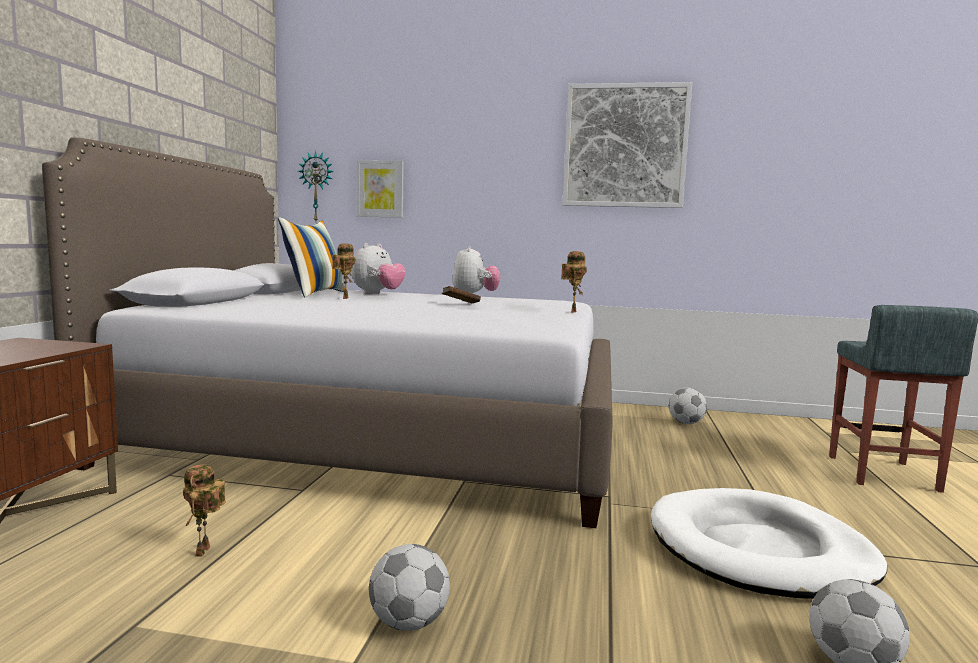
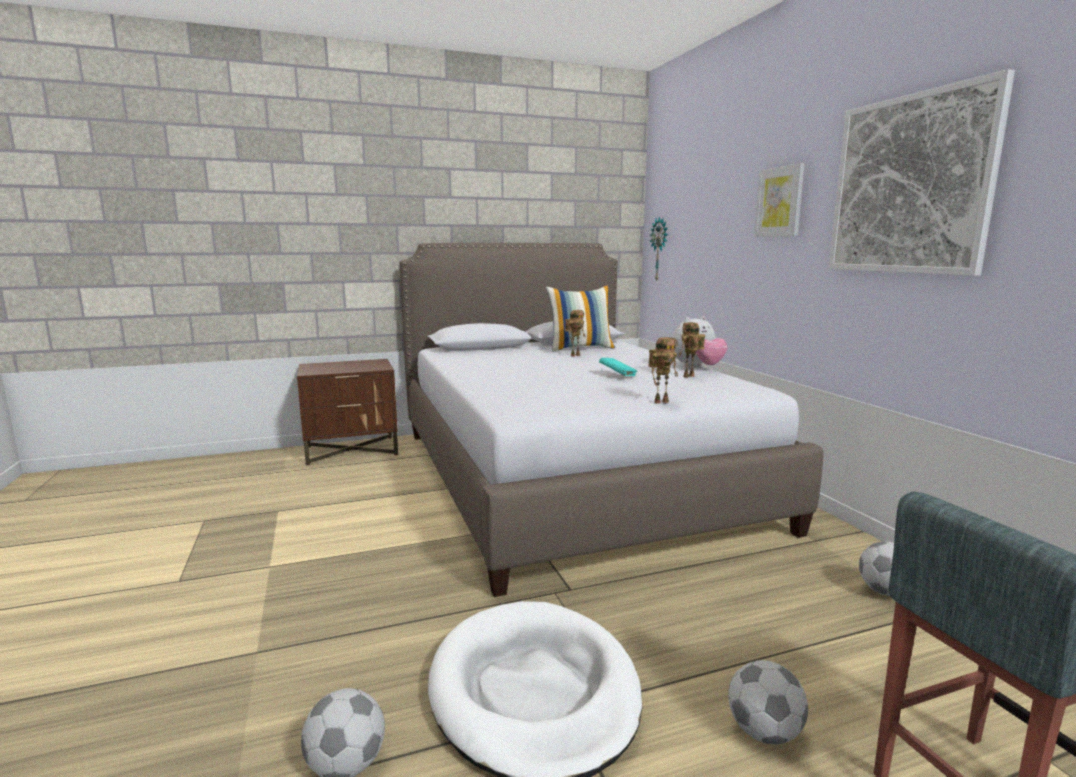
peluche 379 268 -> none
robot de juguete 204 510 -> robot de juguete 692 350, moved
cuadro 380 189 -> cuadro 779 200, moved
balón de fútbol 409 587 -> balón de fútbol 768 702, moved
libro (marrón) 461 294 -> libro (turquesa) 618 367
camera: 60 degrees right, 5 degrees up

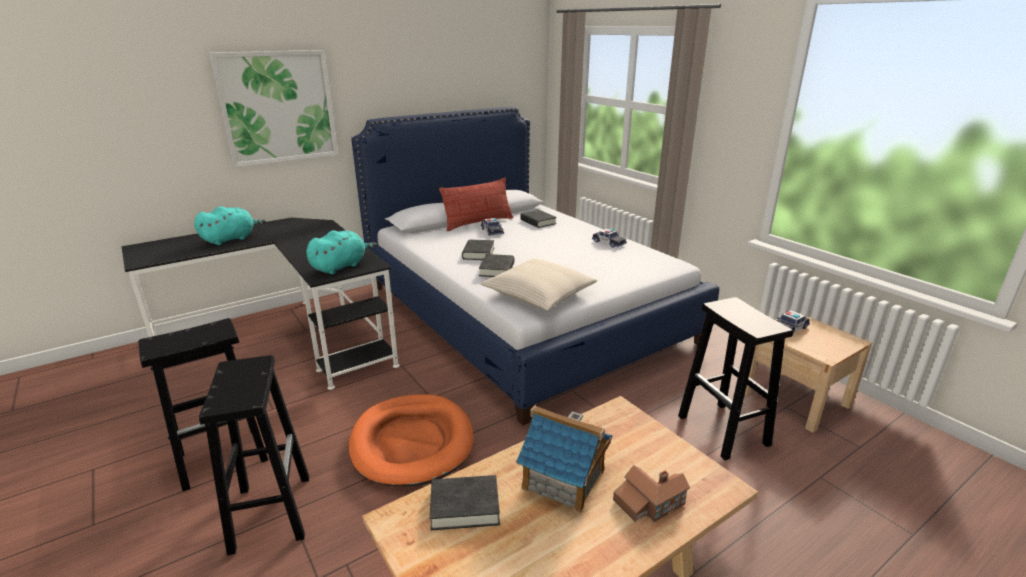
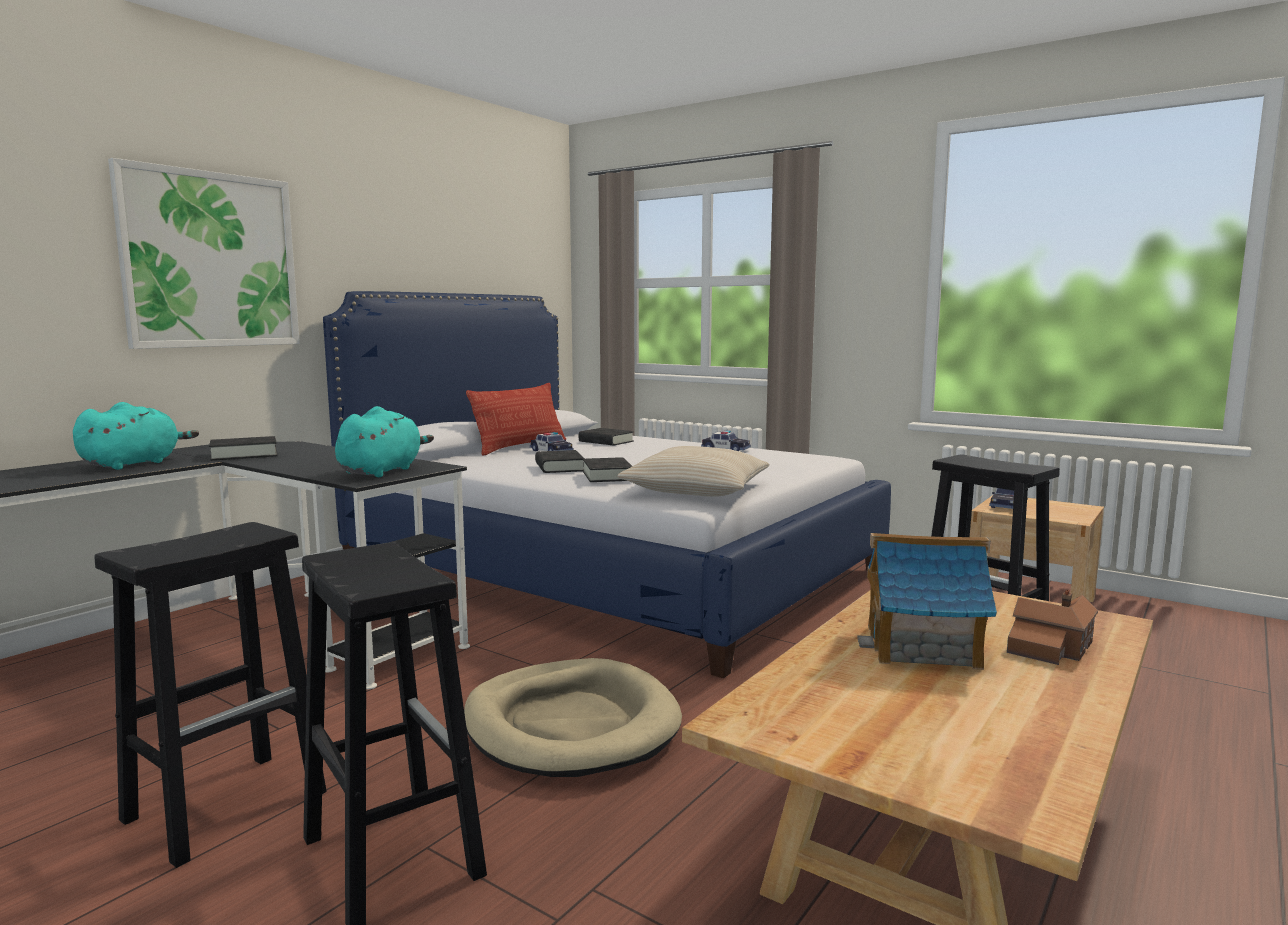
libro (negro) 465 502 -> libro (negro) 243 448, moved
cama para perro (naranja) 411 440 -> cama para perro (beis) 573 717
camera: 20 degrees left, 15 degrees down

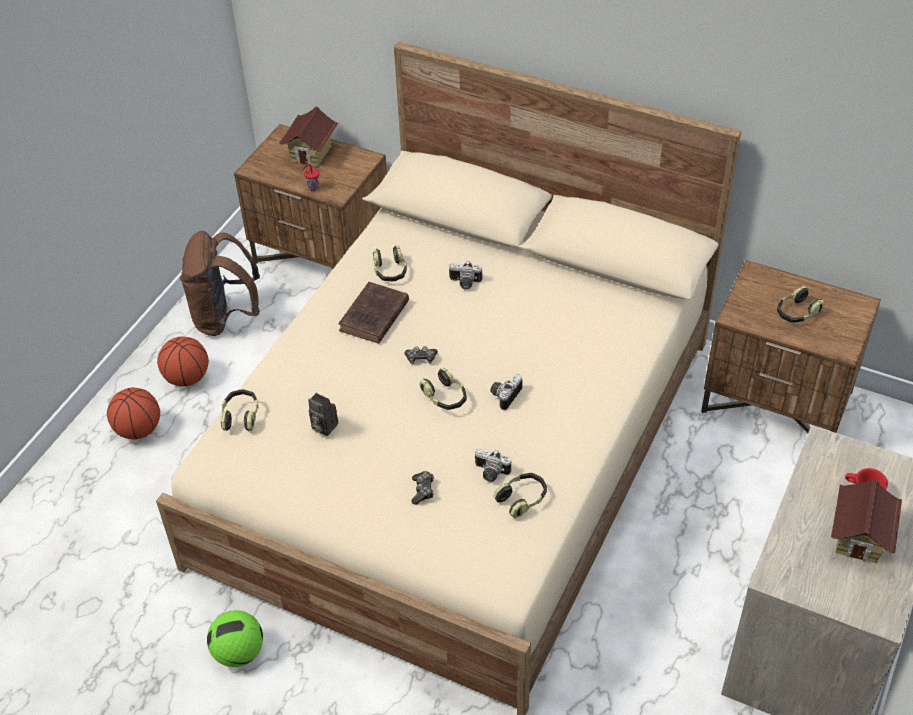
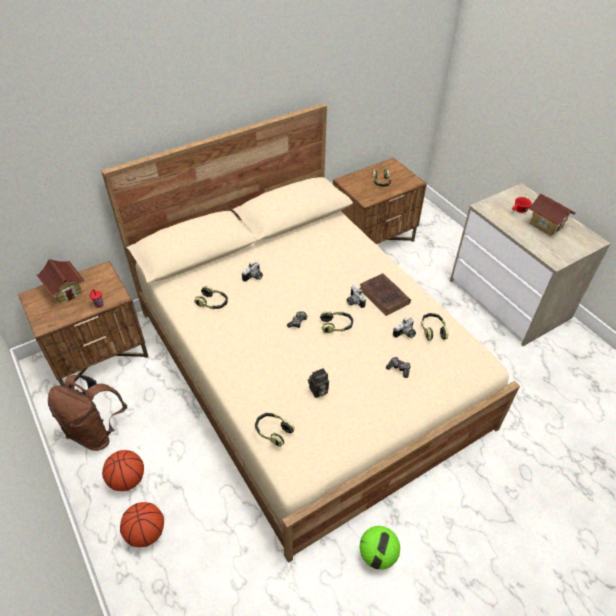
libro (marrón) 373 313 -> libro (marrón) 385 294, moved
camera: 60 degrees left, 0 degrees up

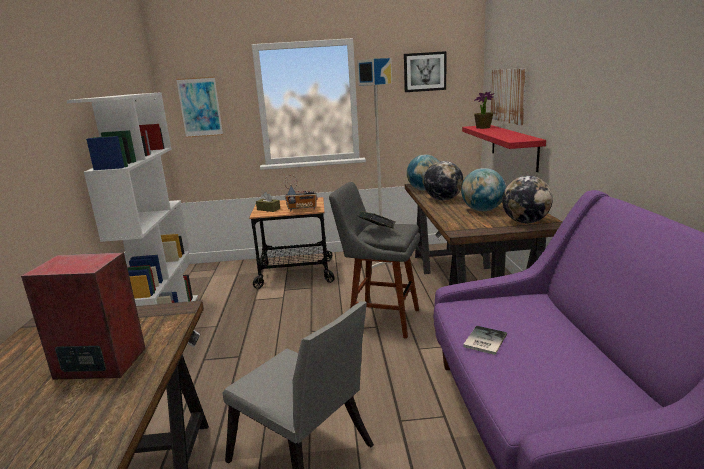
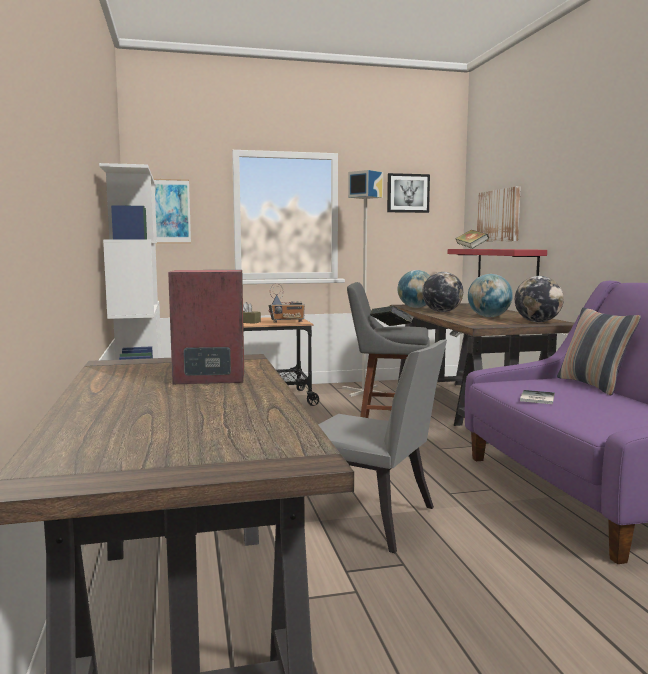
none -> cojín 599 351
planta en maceta 484 110 -> libro 472 239
camera: 10 degrees left, 10 degrees down

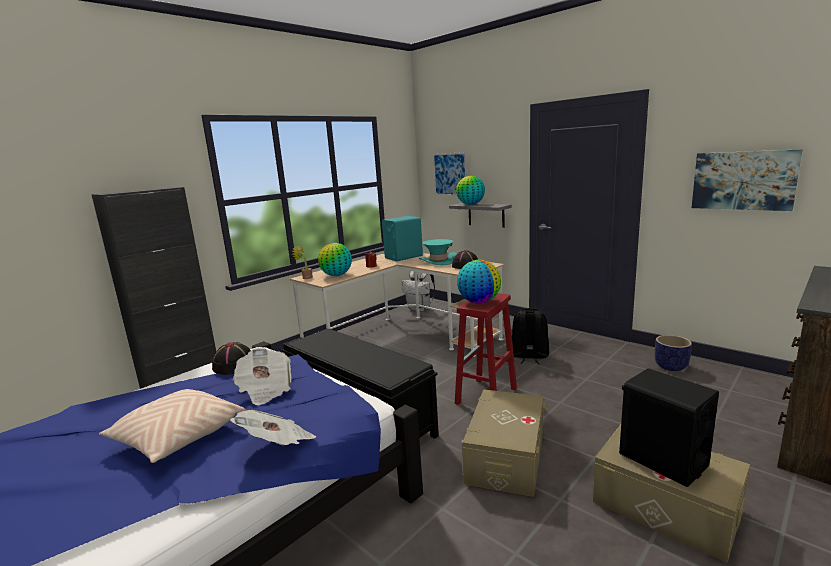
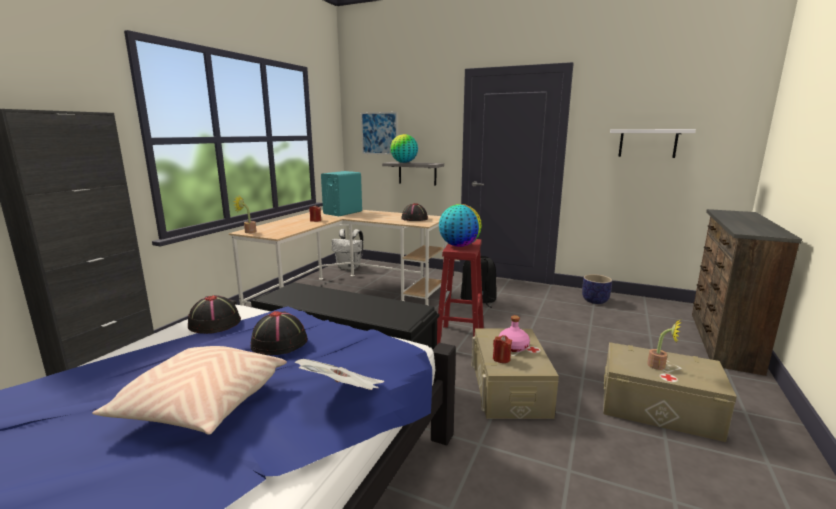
globo terráqueo 335 259 -> none
sombrero (turquesa) 438 252 -> none
none -> vela (rojo) 502 349
none -> botella (rosa) 514 333
periódico 261 376 -> sombrero (negro) 279 333
altavoz (negro) 669 427 -> planta en maceta 664 345
cuadro 747 180 -> estante (blanco) 653 143
camera: 20 degrees left, 0 degrees up

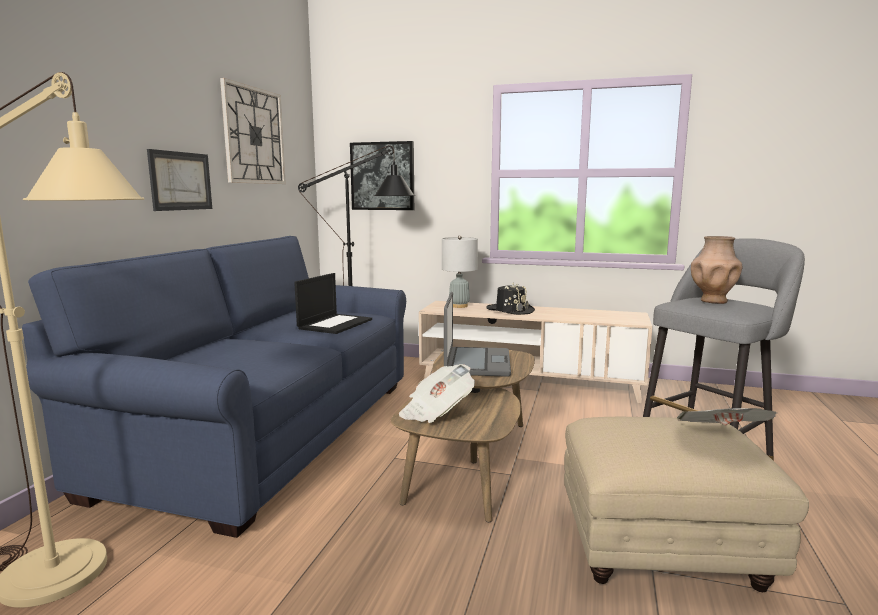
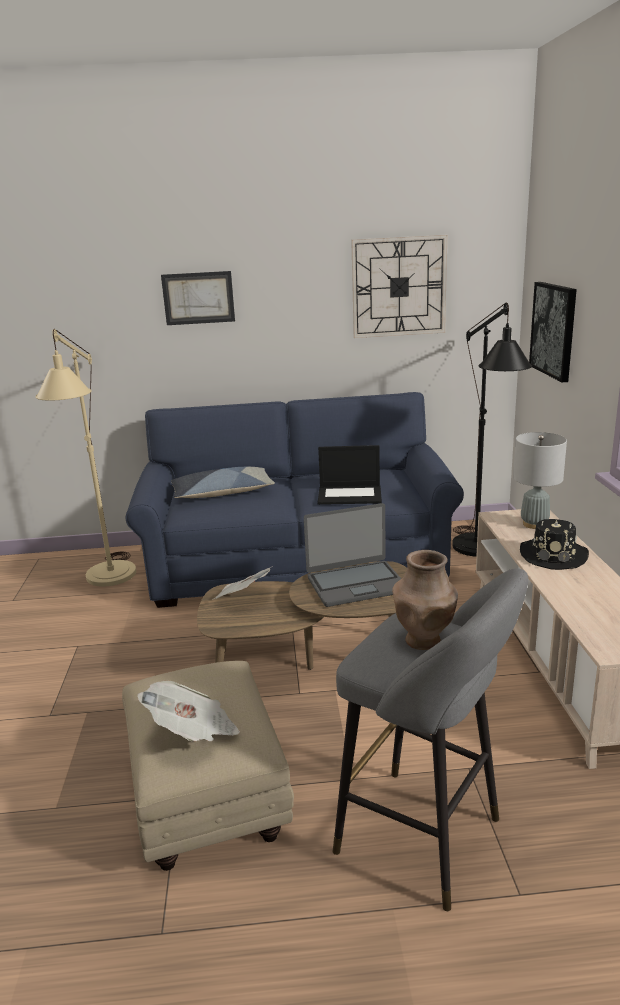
none -> cojín 223 482
cuadro 179 180 -> cuadro 198 298, moved
camera: 70 degrees right, 10 degrees up

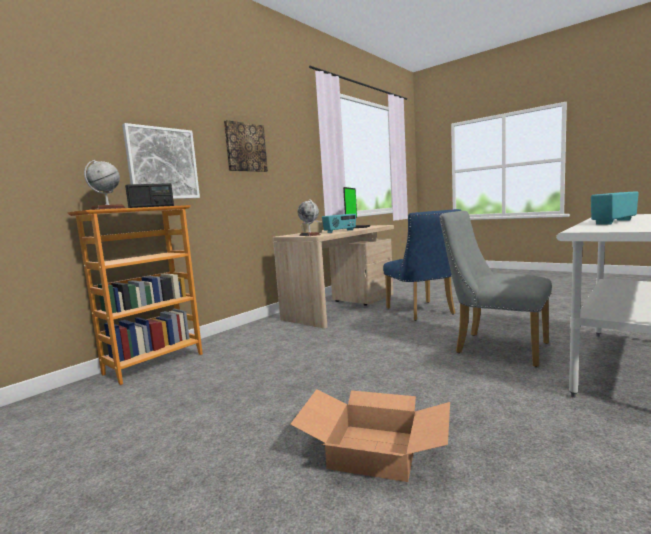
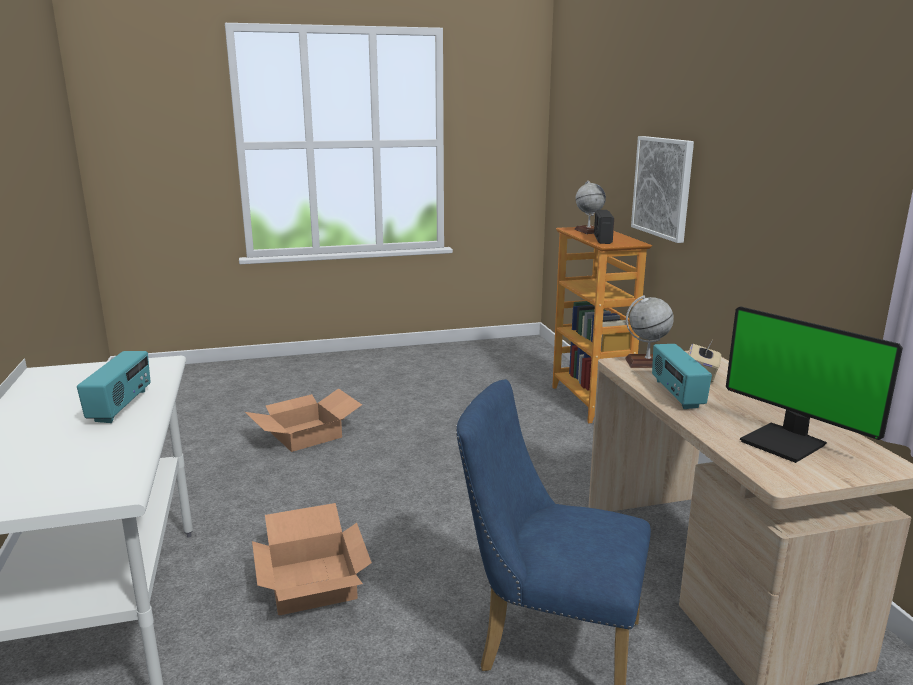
cuadro 246 146 -> none
silla (gris) 495 289 -> caja de cartón 312 559
camera: 125 degrees right, 10 degrees up

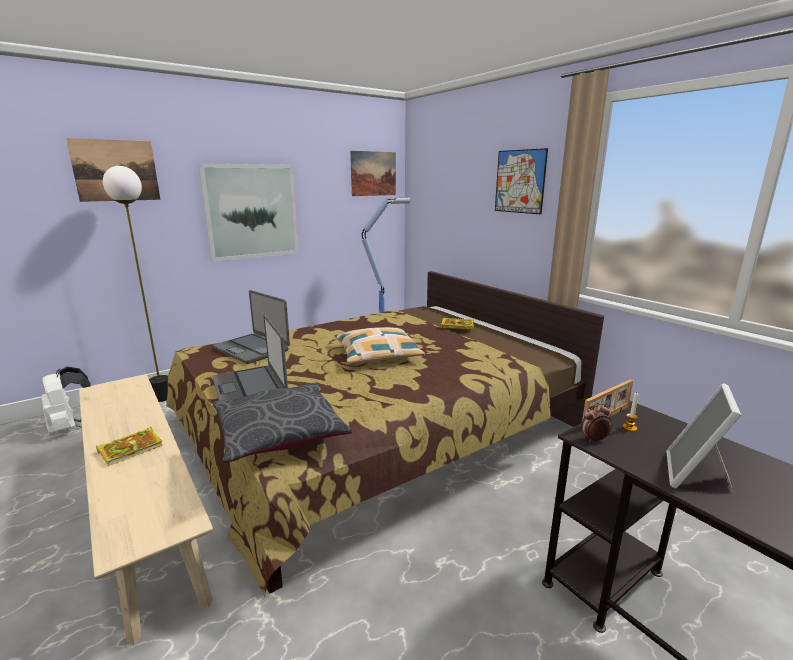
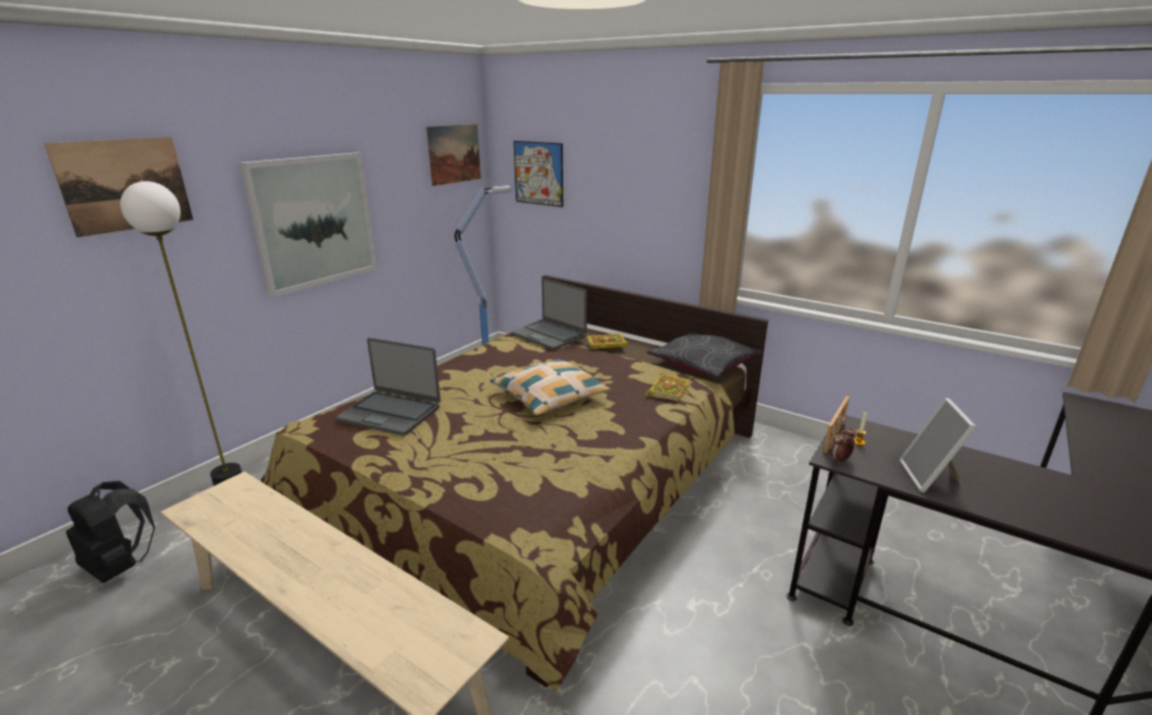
libro 129 446 -> libro 668 387, moved
portátil 250 357 -> portátil 549 314, moved
cojín (gris) 282 422 -> cojín (gris) 704 355, moved
cuadro 521 181 -> cuadro 538 174, moved
mochila (blanco) 66 401 -> mochila (negro) 110 532
camera: 20 degrees left, 5 degrees up

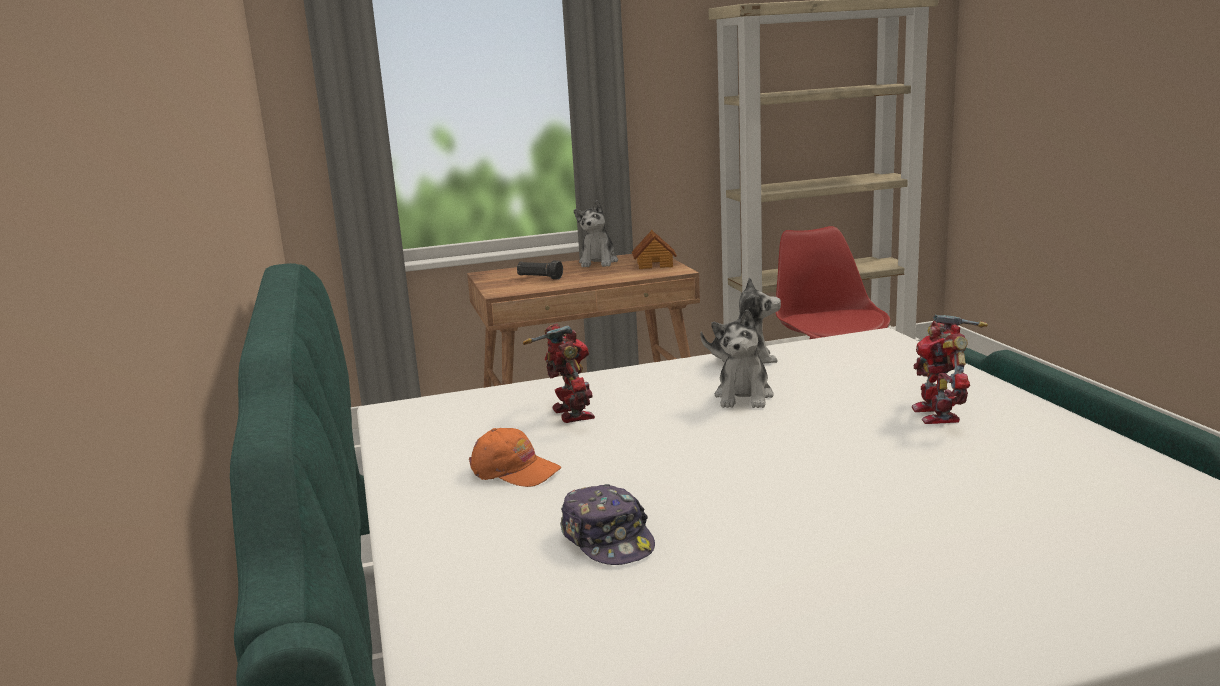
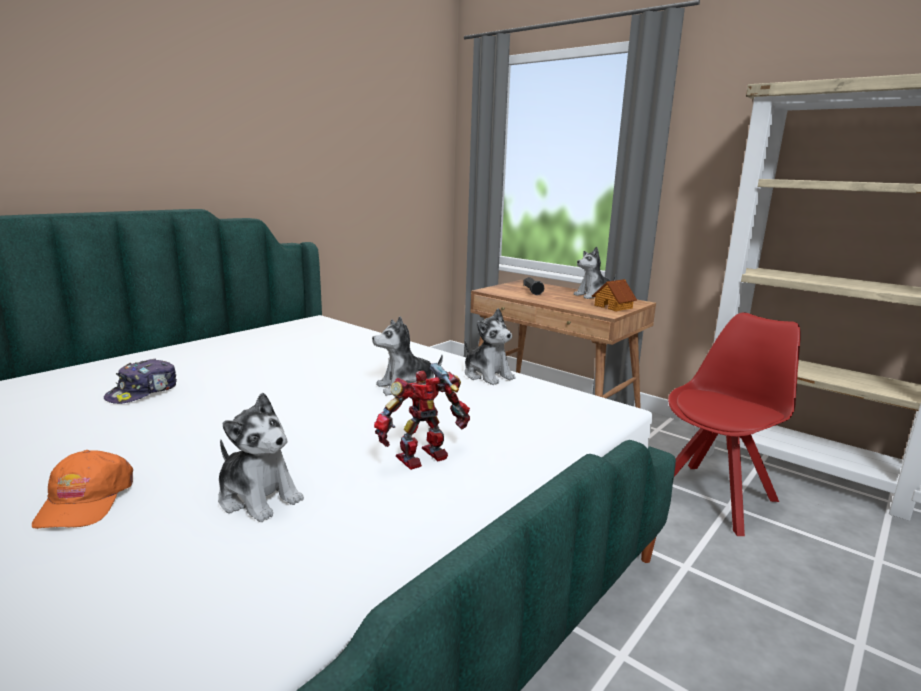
robot de juguete 559 373 -> none
none -> peluche 261 457
gorra (naranja) 515 457 -> gorra (naranja) 82 489, moved
camera: 55 degrees right, 0 degrees up

